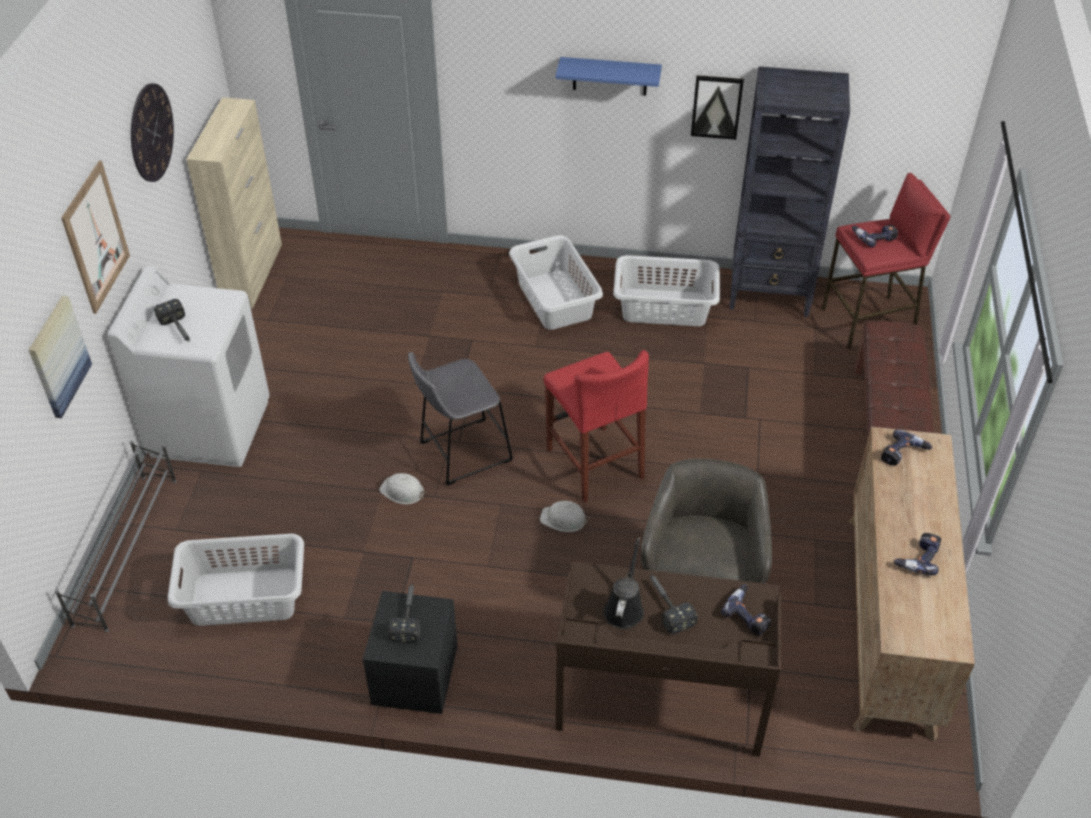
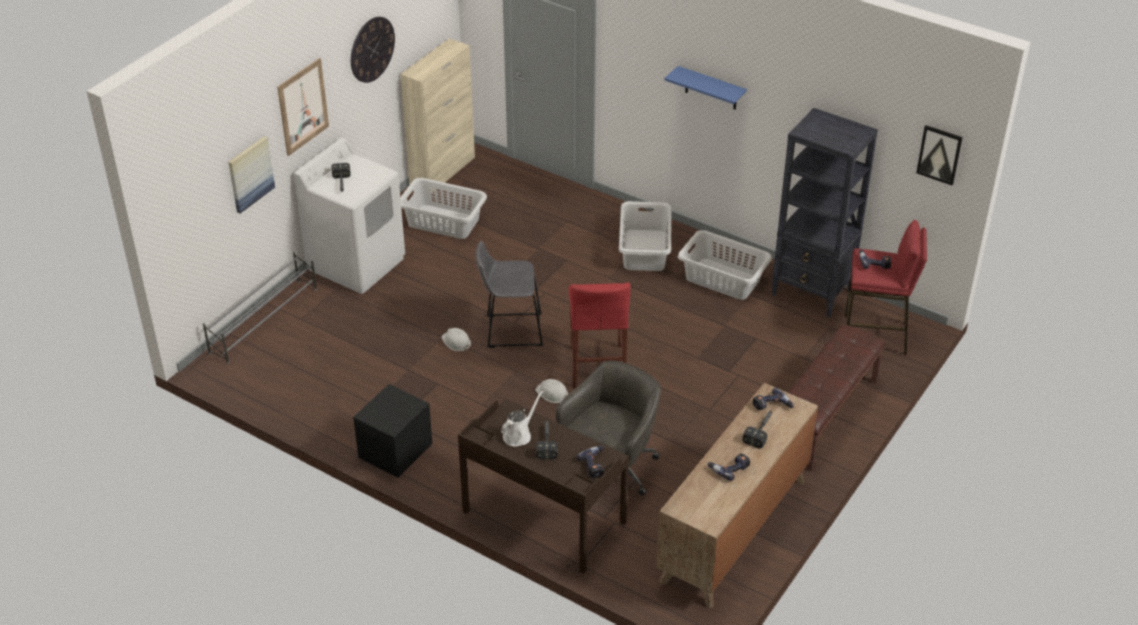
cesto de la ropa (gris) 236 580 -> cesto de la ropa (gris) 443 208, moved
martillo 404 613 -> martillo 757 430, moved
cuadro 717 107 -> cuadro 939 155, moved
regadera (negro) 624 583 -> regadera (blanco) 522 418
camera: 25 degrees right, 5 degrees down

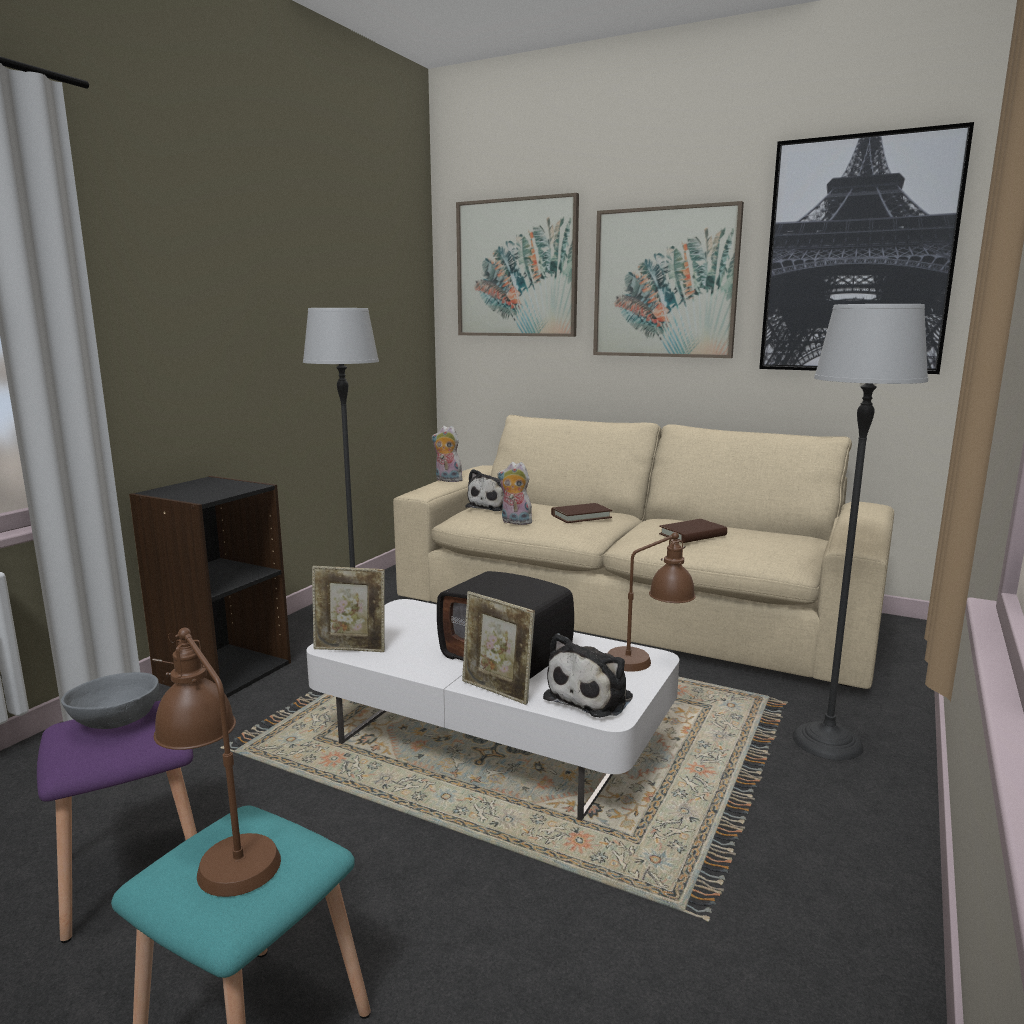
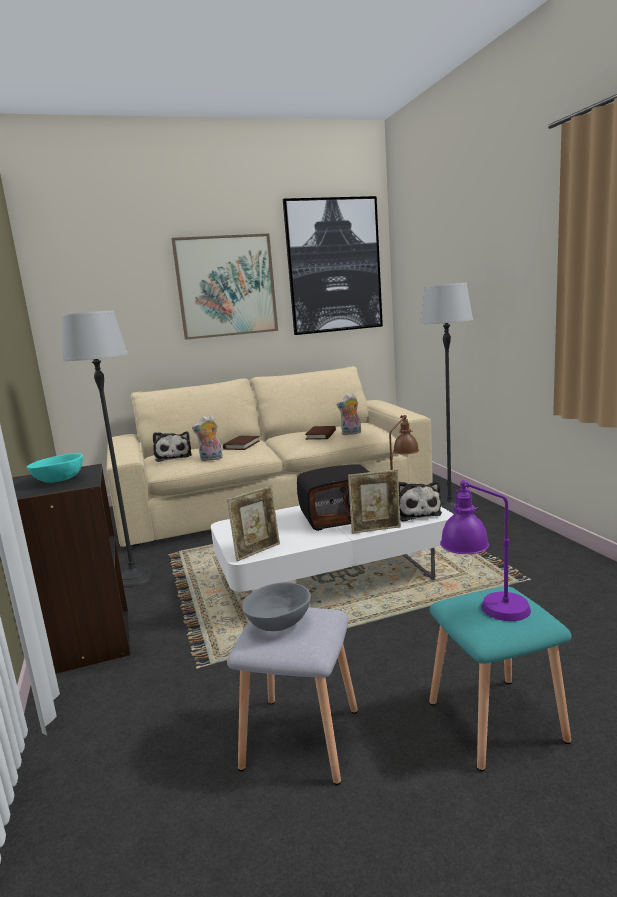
cuadro 517 265 -> none
none -> cuenco (turquesa) 55 468
peluche 447 454 -> peluche 349 414, moved
taburete (morado) 117 822 -> taburete (gris) 292 696
lámpara de mesa (marrón) 216 762 -> lámpara de mesa (morado) 485 550
camera: 45 degrees left, 0 degrees up

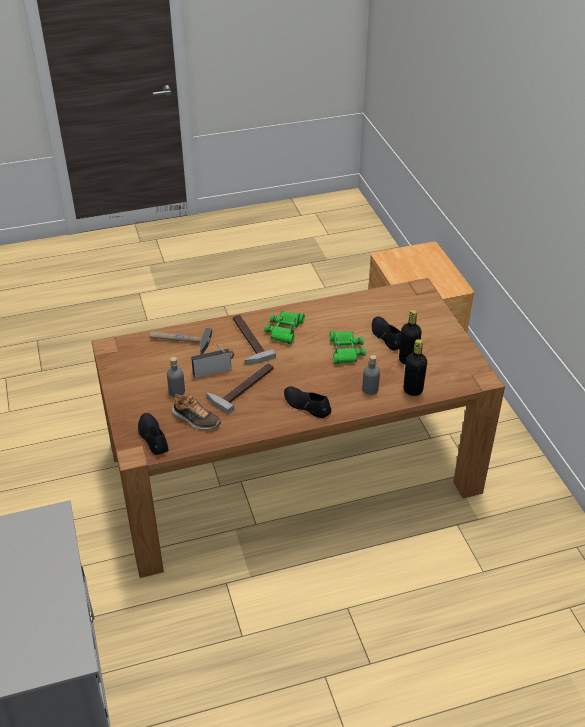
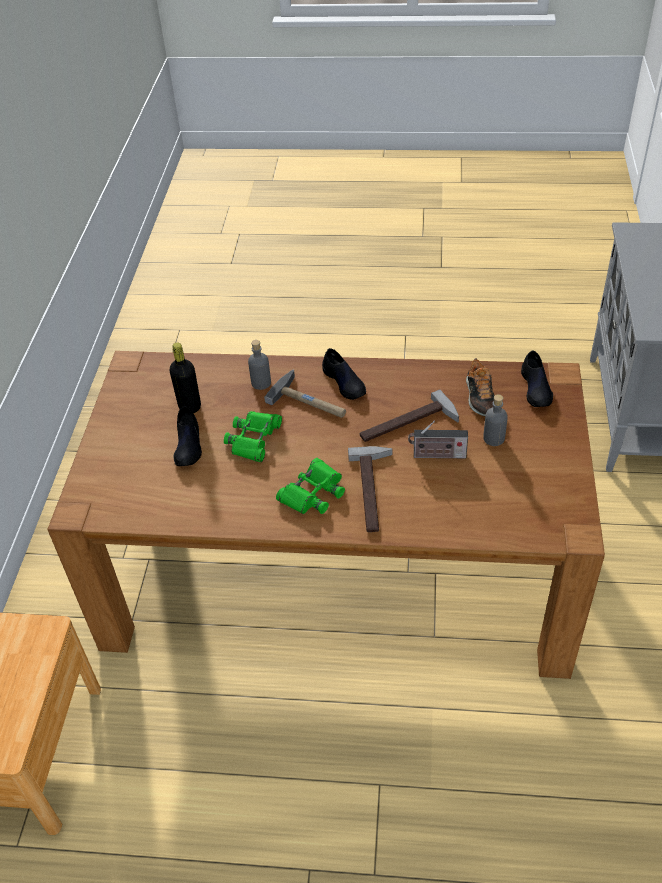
botella (negro) 415 367 -> none
martillo 181 341 -> martillo 305 393, moved
zapato 196 412 -> zapato 480 387, 150 degrees counterclockwise
camera: 155 degrees left, 5 degrees up

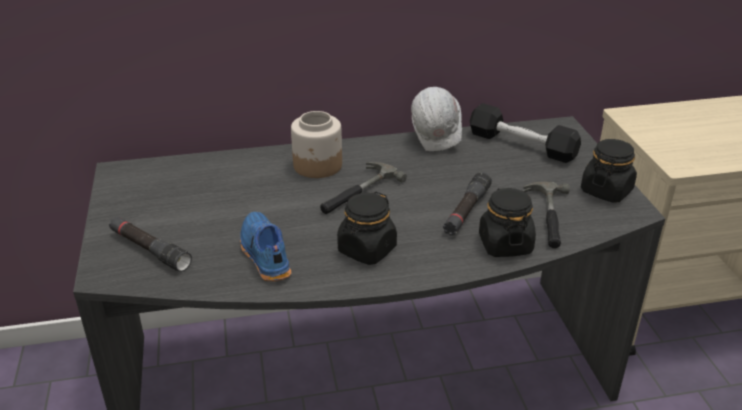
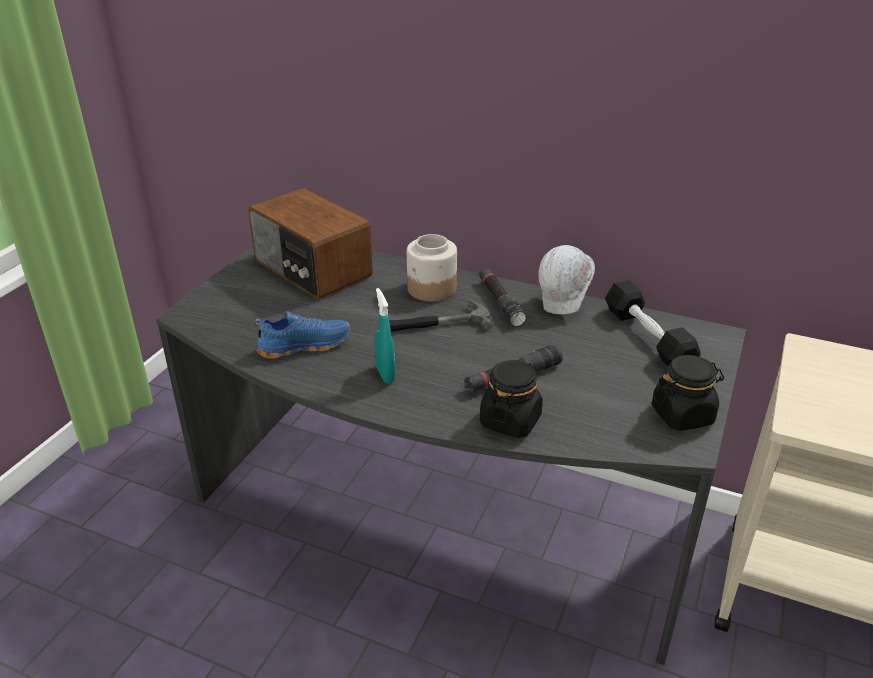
martillo 546 214 -> none
none -> radio 310 243
linterna (negro) 150 244 -> linterna (negro) 503 297, moved
tarro (negro) 367 228 -> pulverizador (turquesa) 384 336
zapato (azul) 266 246 -> zapato (azul) 302 335, 60 degrees clockwise
camera: 35 degrees right, 0 degrees up

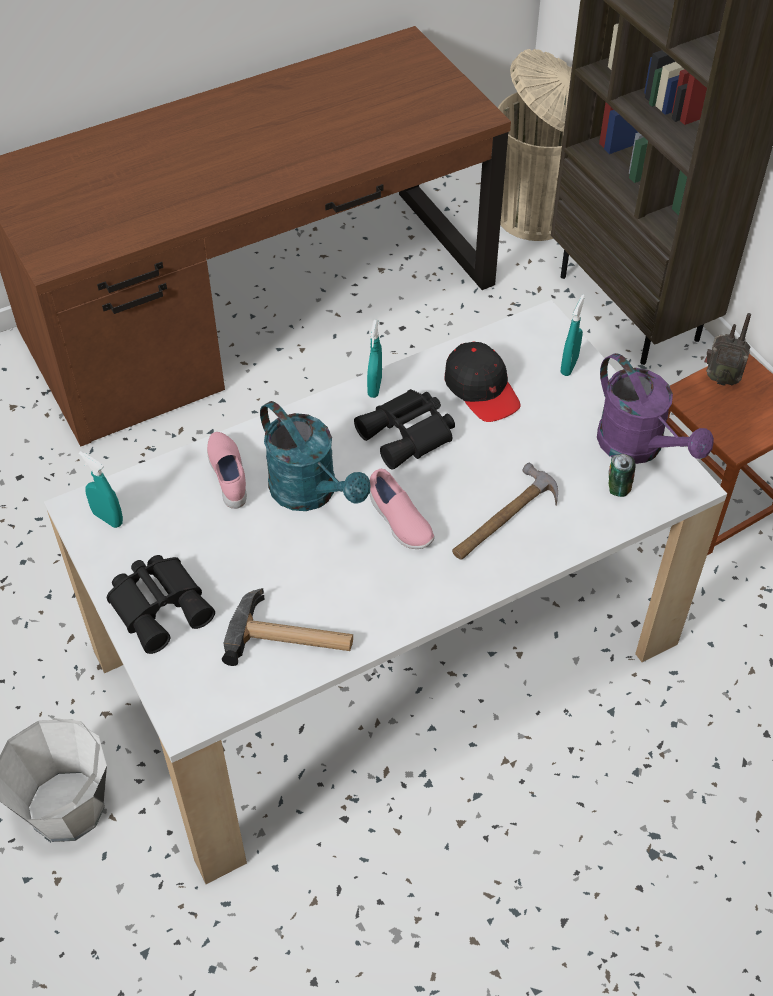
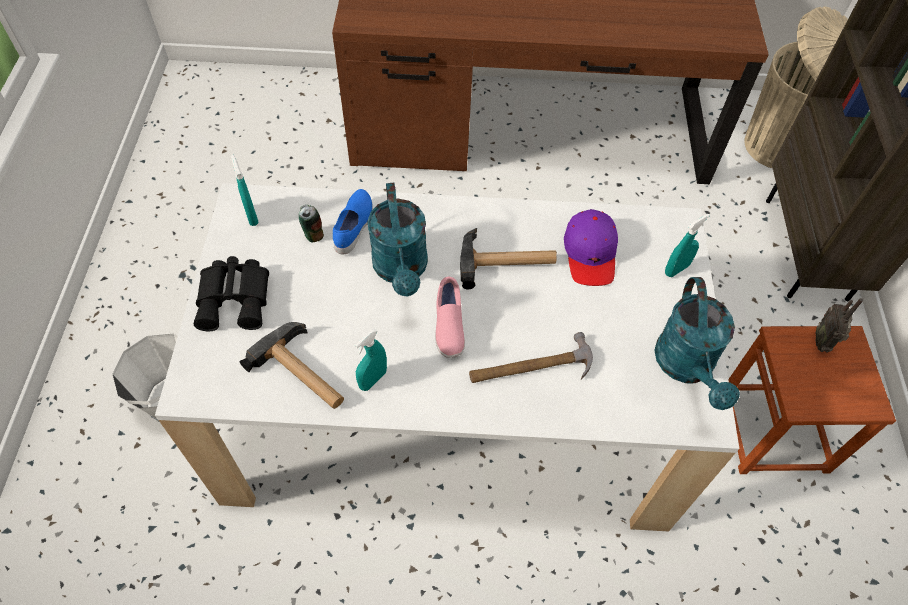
pulverizador (turquesa) 374 359 -> pulverizador (turquesa) 371 360, moved
lata 622 475 -> lata 311 223, moved
prismáticos (negro) 404 429 -> martillo 508 259
zapato (rosa) 227 470 -> zapato (azul) 353 221
gorra (negro) 482 381 -> gorra (morado) 591 247
regadera (morado) 655 408 -> regadera (turquesa) 697 343
radio 727 349 -> radio 839 325, 45 degrees clockwise
camera: 30 degrees right, 5 degrees up

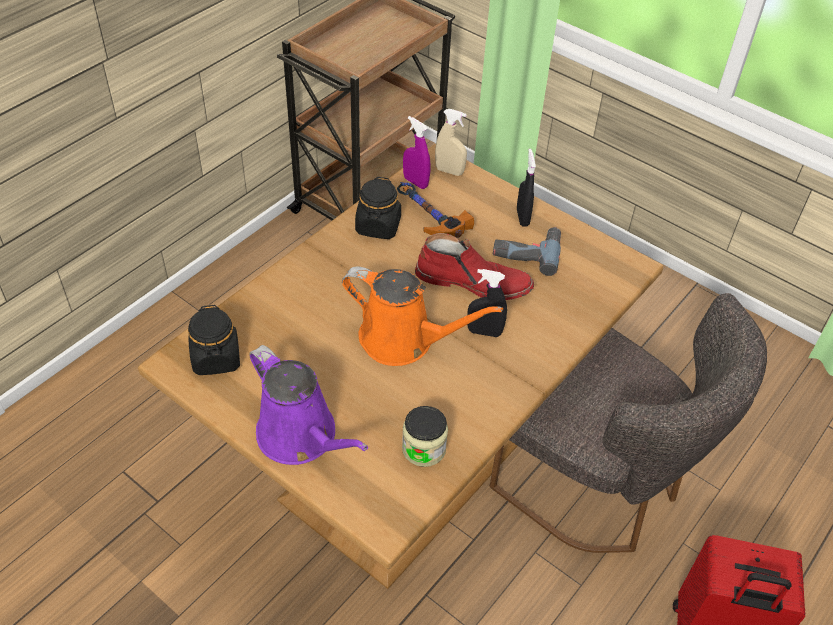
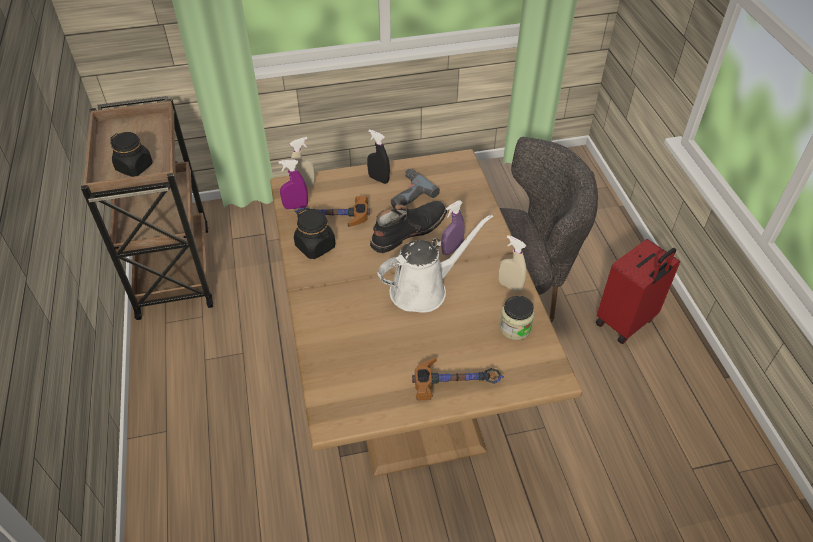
none -> pulverizador (beis) 512 263
tarro (negro) 214 340 -> tarro (negro) 131 154, moved
regadera (morado) 308 405 -> martillo 458 379
regadera (naranja) 422 316 -> regadera (blanco) 435 263
bota (rojo) 474 266 -> bota (negro) 408 227
pulverizador (negro) 487 303 -> pulverizador (morado) 453 227
camera: 50 degrees left, 0 degrees up

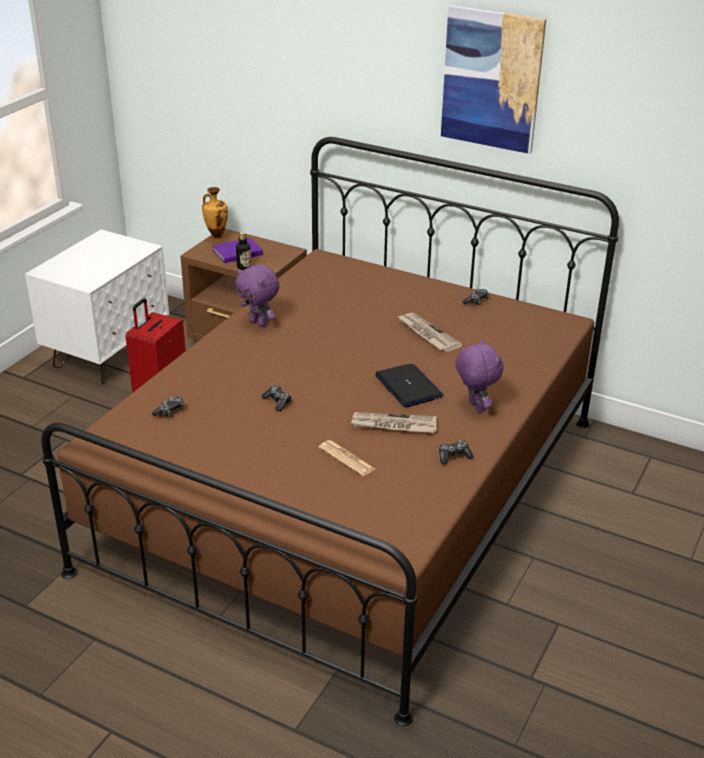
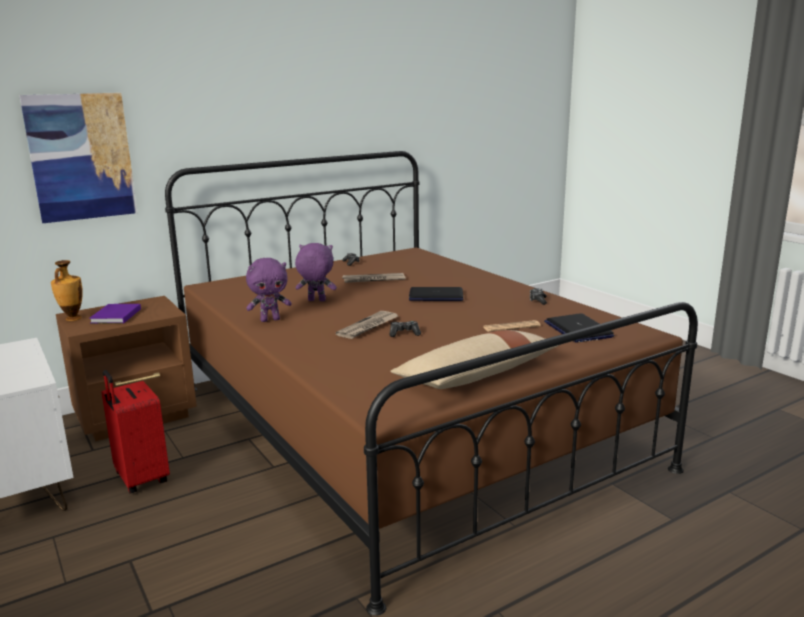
mando de consola 168 407 -> none
botella 243 251 -> none
none -> cojín (beis) 474 359
none -> portátil 579 328
periódico 394 422 -> periódico 367 325, moved
cuadro 493 79 -> cuadro 78 158, moved
peluche (morado) 479 376 -> peluche (morado) 316 272, moved
camera: 60 degrees left, 15 degrees down

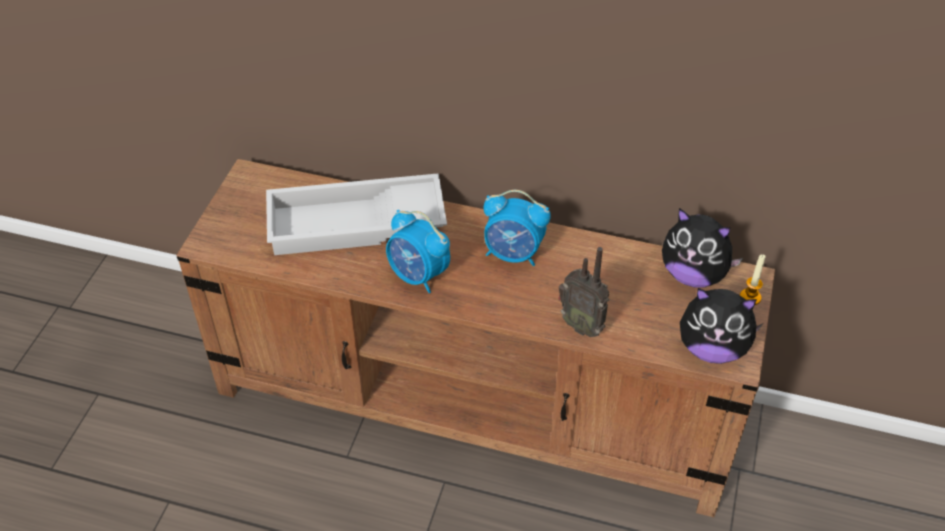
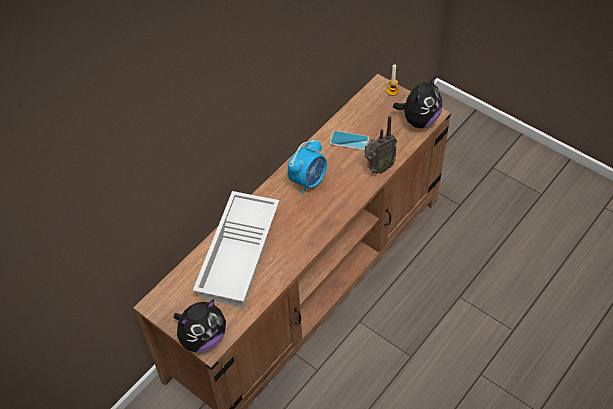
despertador 418 251 -> none
none -> móvil 349 140
peluche 702 248 -> peluche 199 325, moved
camera: 65 degrees left, 5 degrees up

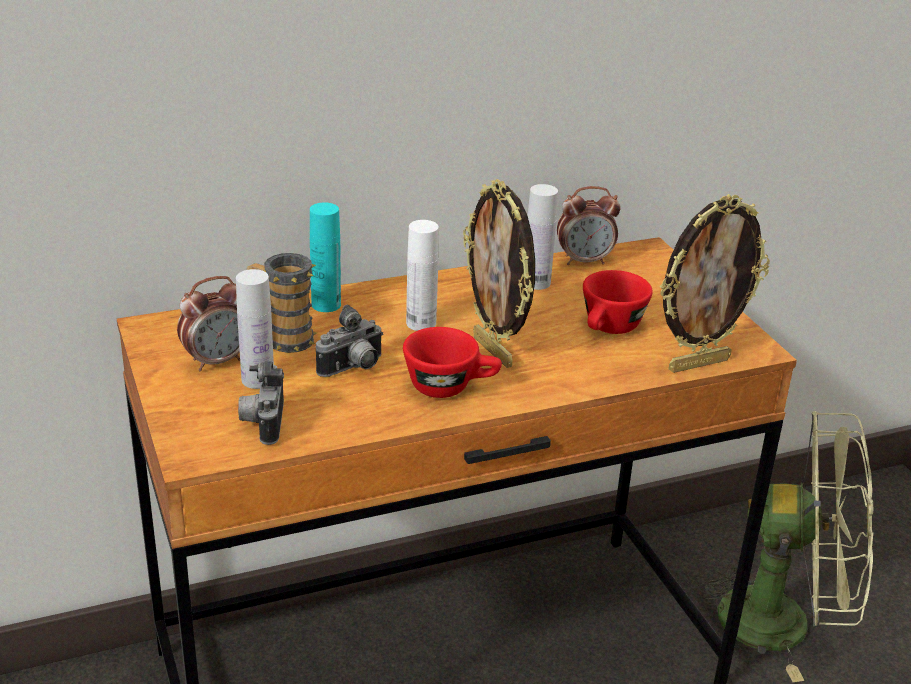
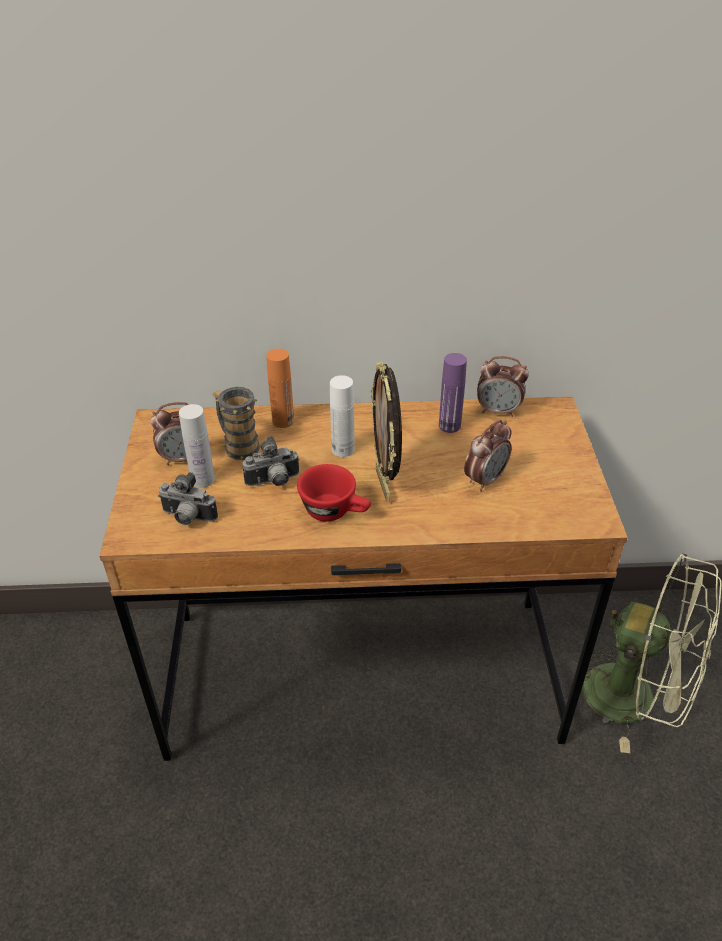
portarretratos 715 283 -> none
taza (rojo) 618 302 -> despertador 487 455
botella (turquesa) 325 257 -> botella (naranja) 280 388
botella (blanco) 543 237 -> botella (morado) 453 393
cámara 261 403 -> cámara 188 498, 90 degrees counterclockwise
camera: 20 degrees right, 10 degrees up

